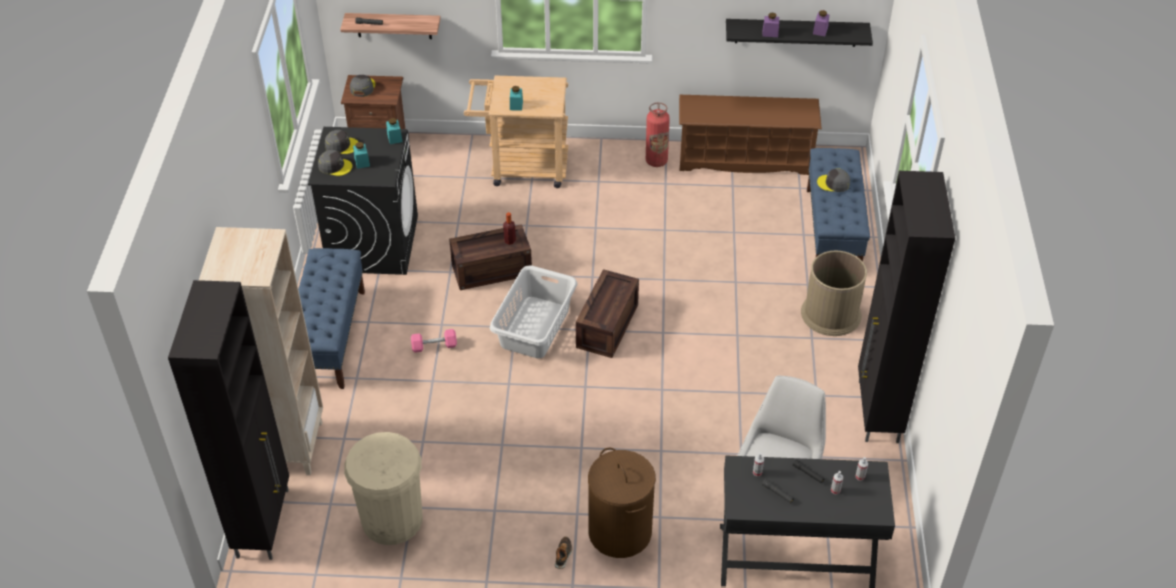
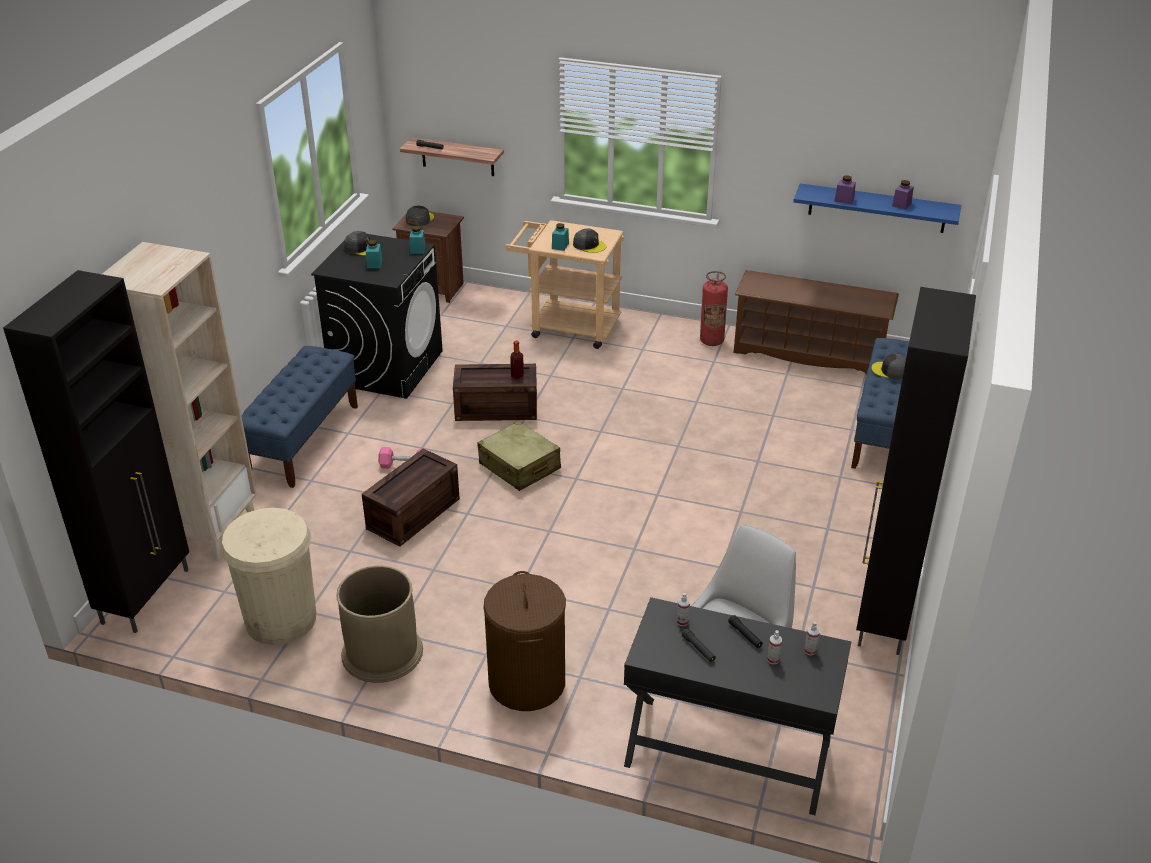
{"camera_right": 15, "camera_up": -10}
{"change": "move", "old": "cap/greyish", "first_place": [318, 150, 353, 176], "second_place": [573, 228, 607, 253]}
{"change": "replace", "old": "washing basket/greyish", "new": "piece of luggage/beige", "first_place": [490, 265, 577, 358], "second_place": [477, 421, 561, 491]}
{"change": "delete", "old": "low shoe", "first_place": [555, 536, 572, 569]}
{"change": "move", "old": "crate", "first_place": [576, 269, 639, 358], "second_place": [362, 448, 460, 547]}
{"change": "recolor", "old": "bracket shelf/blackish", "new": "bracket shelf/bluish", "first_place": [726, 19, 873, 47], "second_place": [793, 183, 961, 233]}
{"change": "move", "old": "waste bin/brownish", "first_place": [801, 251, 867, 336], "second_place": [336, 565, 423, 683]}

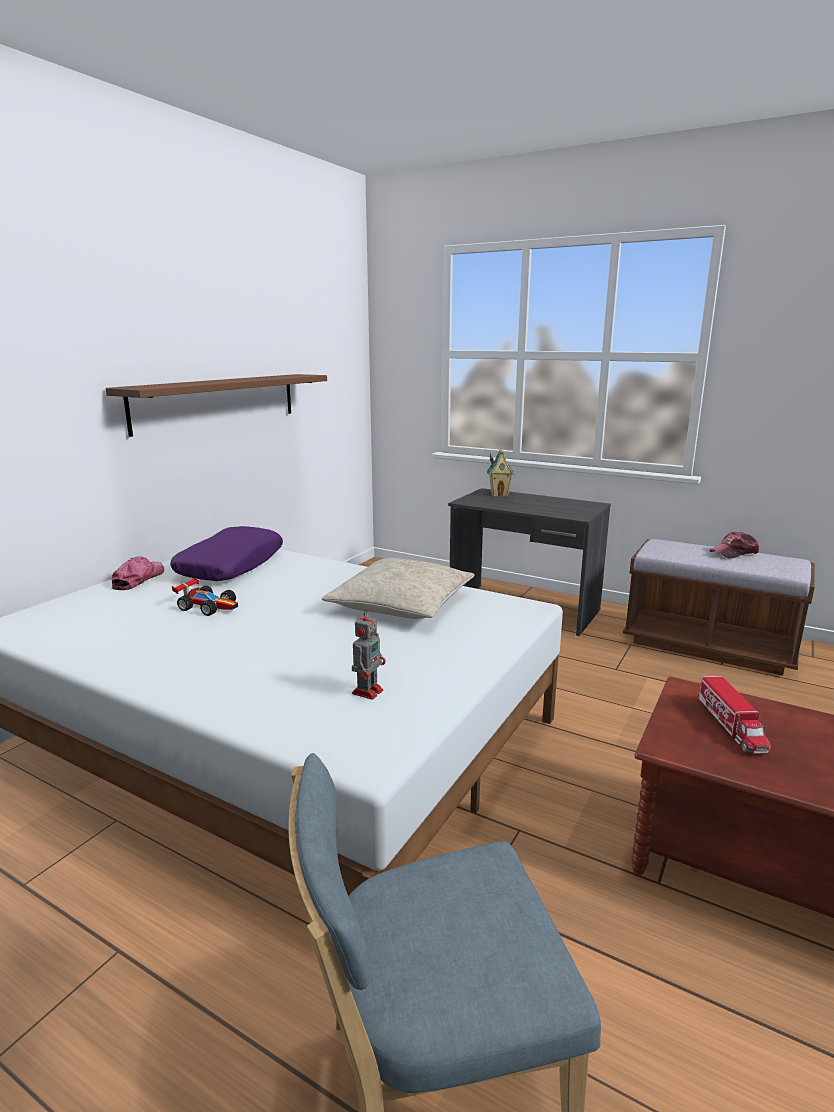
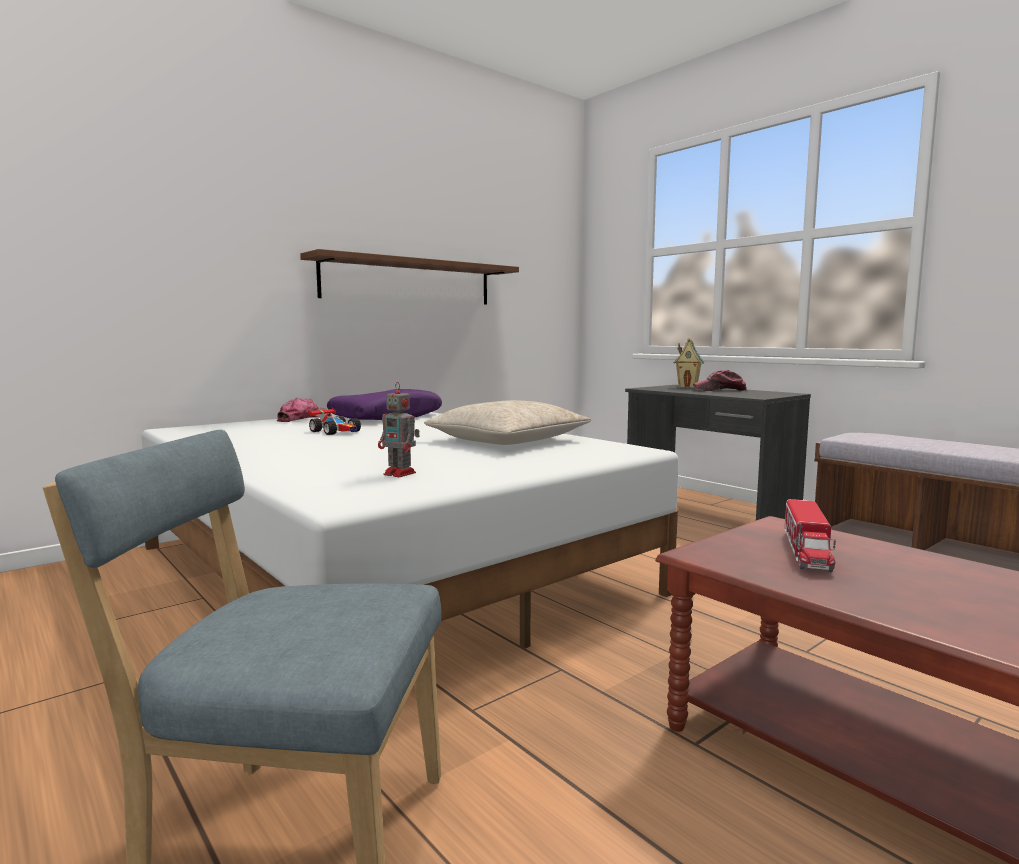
{"camera_right": 20, "camera_up": -10}
{"change": "rotate", "old": "toy robot", "first_place": [352, 609, 386, 700], "second_place": [378, 382, 420, 477], "degrees": 75}
{"change": "move", "old": "cap", "first_place": [709, 532, 759, 559], "second_place": [693, 370, 747, 391]}

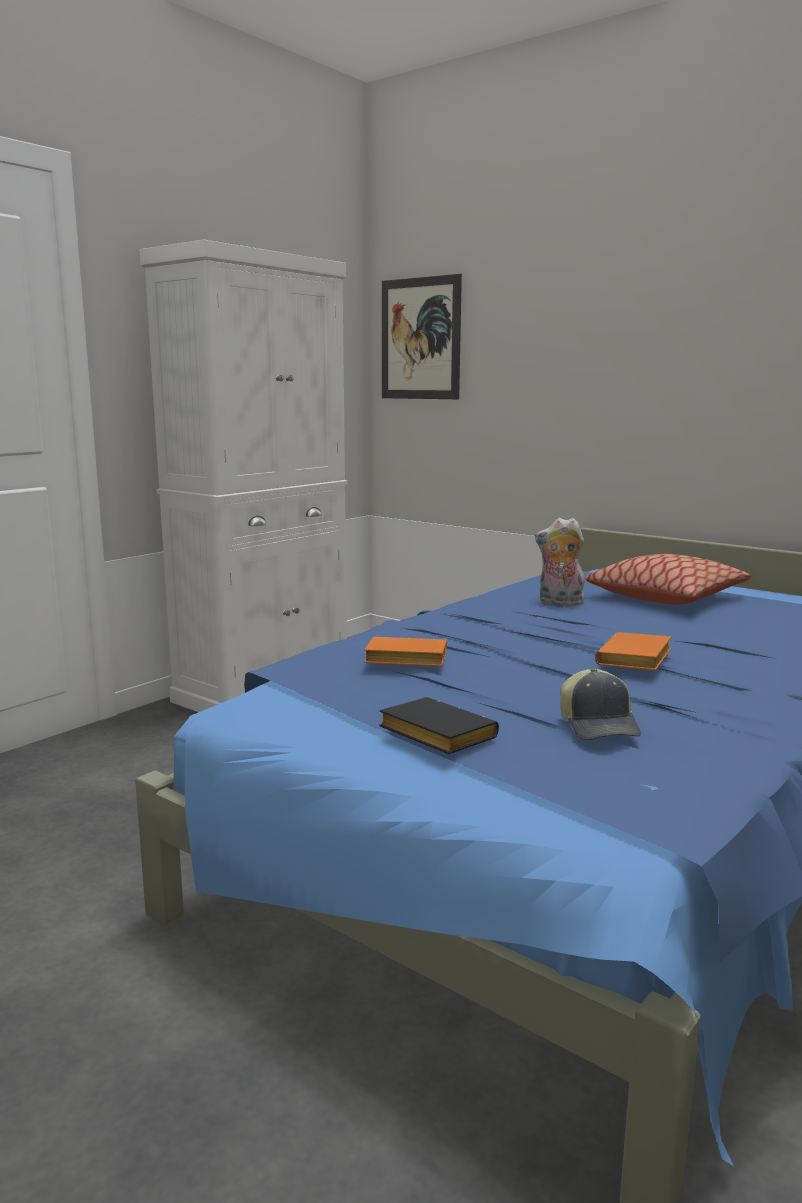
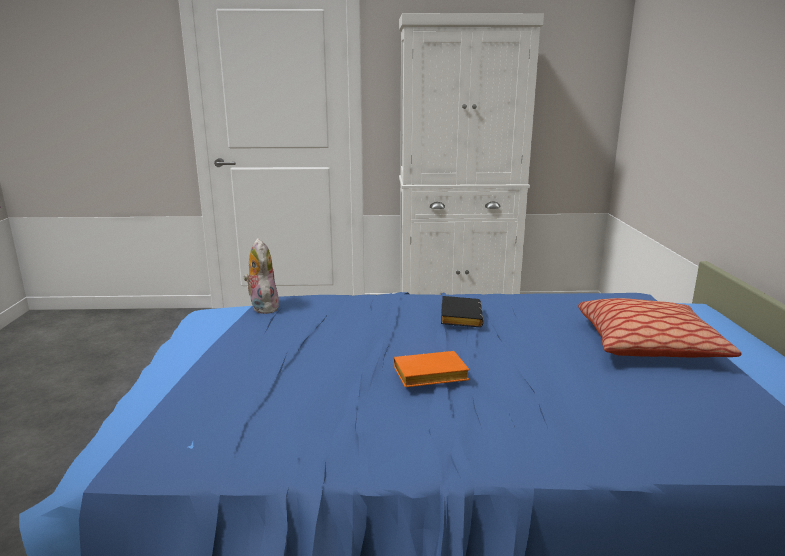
{"camera_right": 50, "camera_up": 5}
{"change": "delete", "old": "bound book/orangey", "first_place": [364, 637, 447, 666]}
{"change": "move", "old": "bound book/blackish", "first_place": [379, 697, 499, 754], "second_place": [441, 296, 483, 327]}
{"change": "delete", "old": "picture", "first_place": [382, 274, 462, 399]}
{"change": "move", "old": "soft toy", "first_place": [535, 518, 585, 606], "second_place": [244, 238, 279, 314]}
{"change": "delete", "old": "cap", "first_place": [560, 668, 641, 740]}

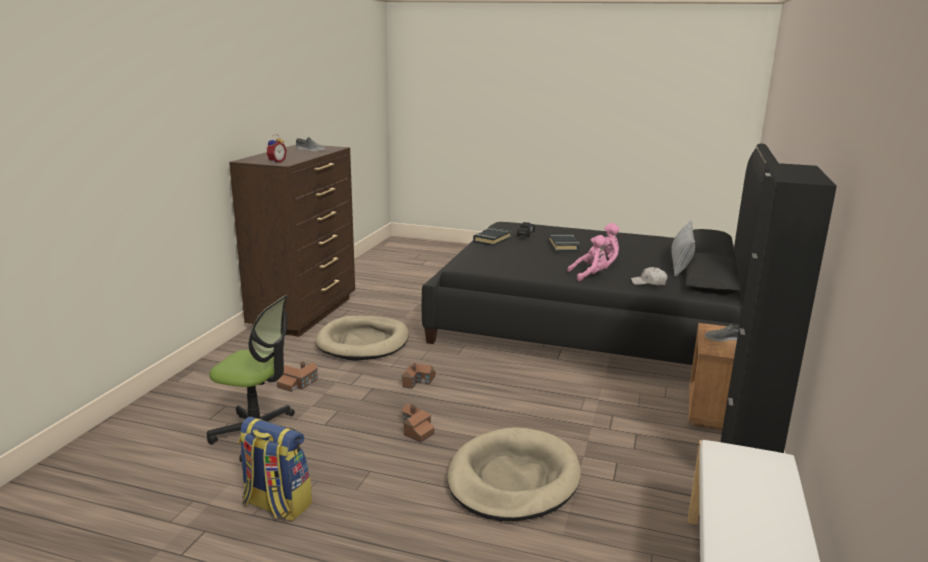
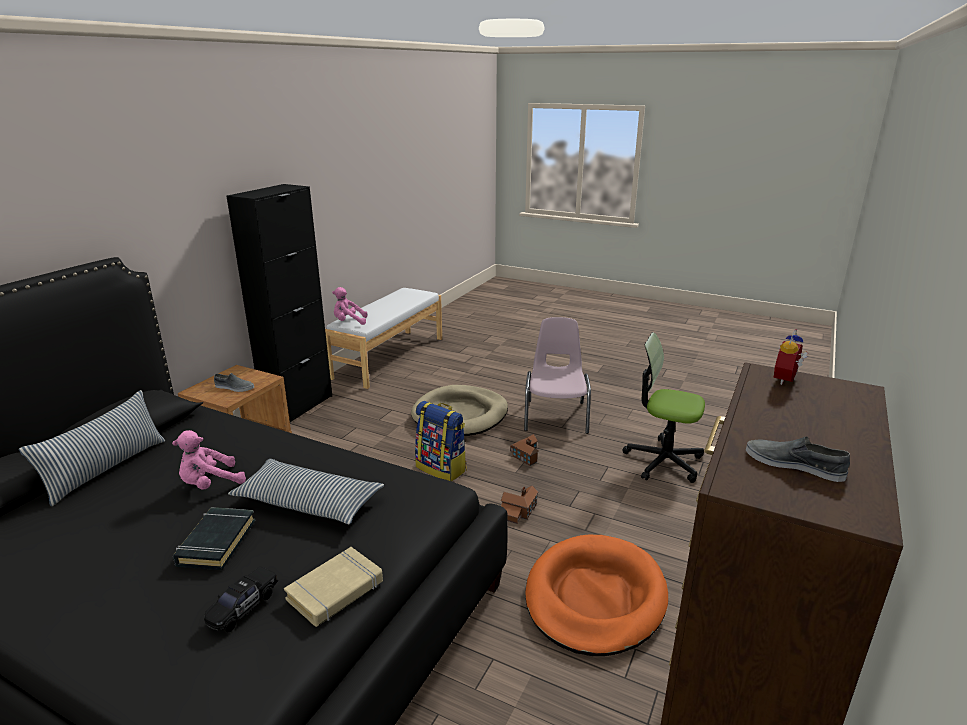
{"camera_right": -170, "camera_up": 5}
{"change": "move", "old": "backpack", "first_place": [239, 417, 312, 521], "second_place": [415, 401, 467, 482]}
{"change": "delete", "old": "model house", "first_place": [277, 361, 318, 392]}
{"change": "recolor", "old": "dog bed/beige", "new": "dog bed/orangey", "first_place": [315, 316, 409, 361], "second_place": [525, 535, 668, 656]}
{"change": "recolor", "old": "bound book/blackish", "new": "bound book/beige", "first_place": [473, 228, 511, 246], "second_place": [284, 547, 383, 627]}
{"change": "move", "old": "soft toy/pinkish", "first_place": [567, 235, 609, 281], "second_place": [332, 287, 367, 325]}
{"change": "delete", "old": "cap/white-coloured", "first_place": [631, 267, 667, 285]}
{"change": "insert", "new": "pillow", "second_place": [228, 459, 384, 524]}
{"change": "insert", "new": "chair/pinkish", "second_place": [524, 317, 591, 434]}

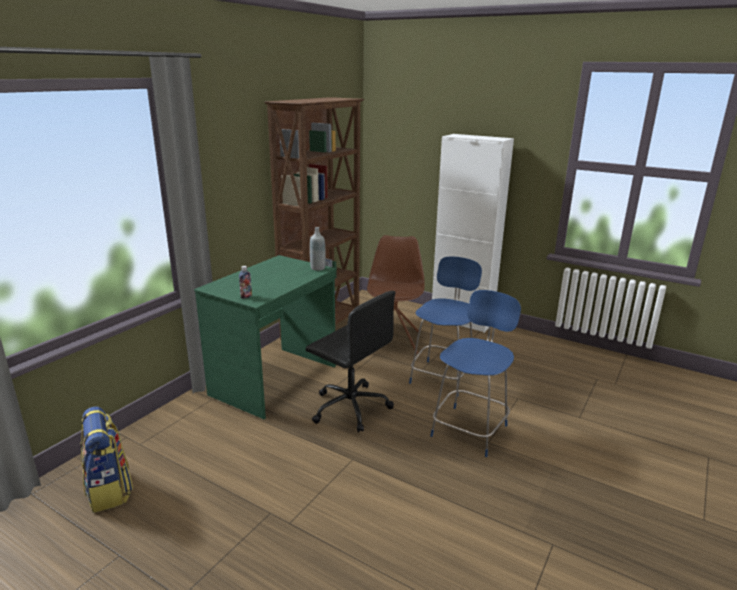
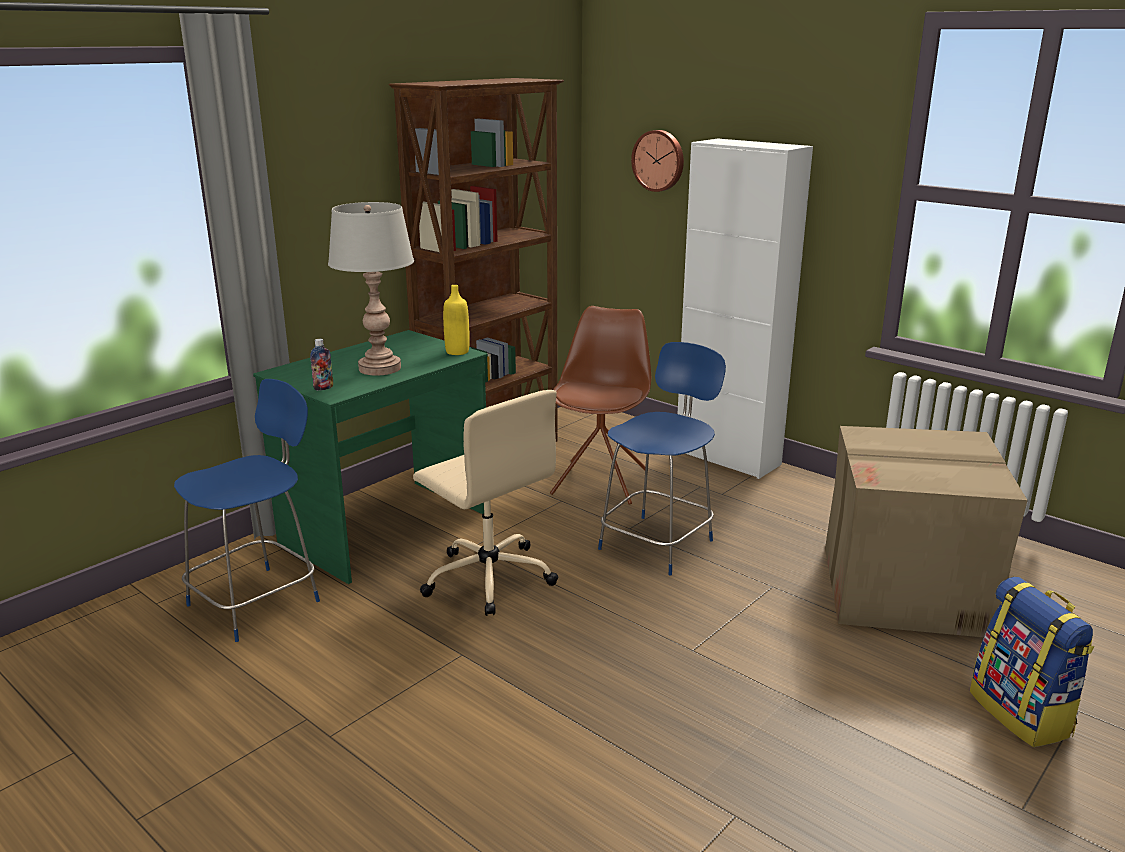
{"camera_right": 10, "camera_up": 0}
{"change": "move", "old": "backpack", "first_place": [81, 407, 133, 513], "second_place": [970, 577, 1095, 747]}
{"change": "recolor", "old": "computer chair/blackish", "new": "computer chair/beige", "first_place": [306, 291, 395, 432], "second_place": [413, 390, 558, 616]}
{"change": "recolor", "old": "drink bottle/greyish", "new": "drink bottle/yellowish", "first_place": [310, 227, 326, 271], "second_place": [443, 285, 470, 355]}
{"change": "move", "old": "chair/bluish", "first_place": [430, 290, 521, 457], "second_place": [174, 379, 320, 642]}
{"change": "insert", "new": "lamp for a table/greyish", "second_place": [328, 202, 414, 376]}
{"change": "insert", "new": "clock on the wall", "second_place": [631, 130, 684, 192]}
{"change": "insert", "new": "carton", "second_place": [825, 426, 1028, 637]}

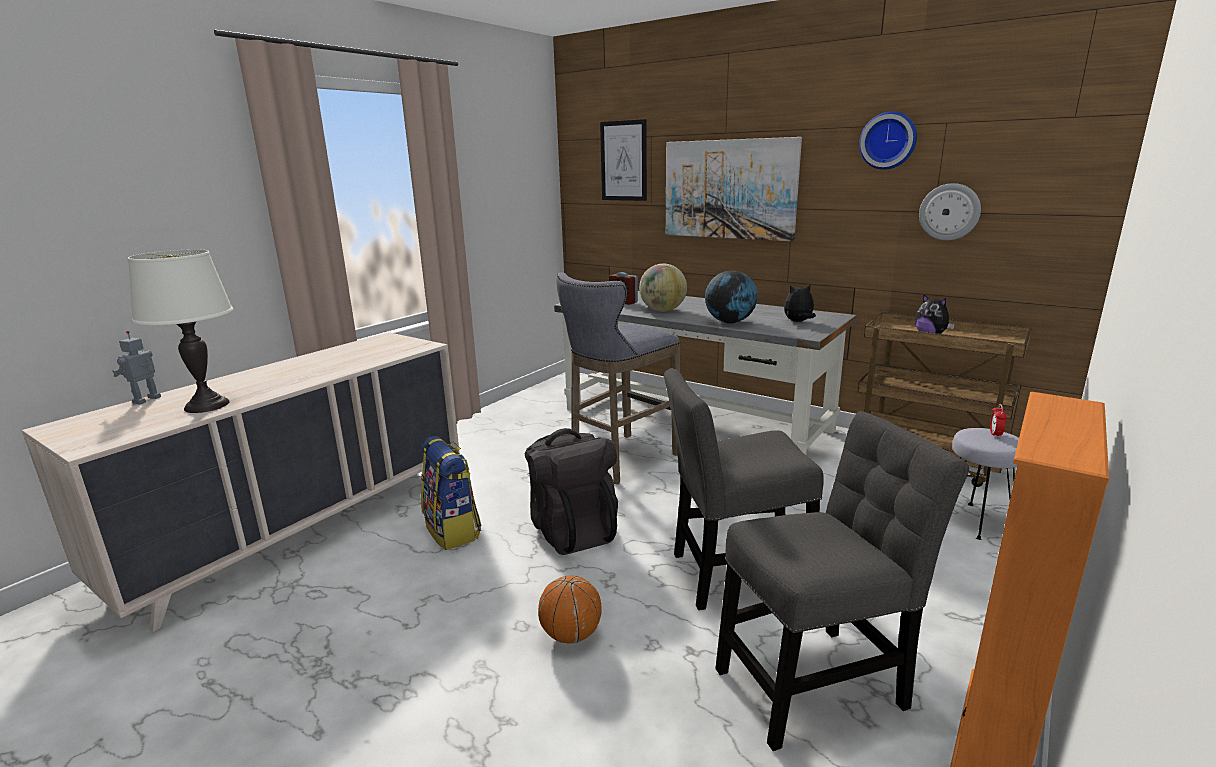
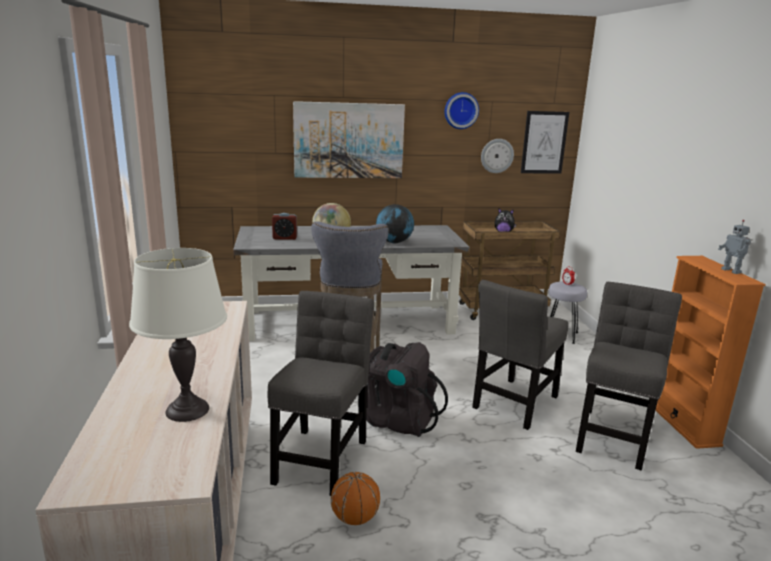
{"camera_right": -45, "camera_up": 0}
{"change": "move", "old": "toy robot", "first_place": [112, 331, 161, 404], "second_place": [718, 220, 751, 274]}
{"change": "replace", "old": "backpack", "new": "chair/greyish", "first_place": [421, 436, 481, 550], "second_place": [267, 291, 374, 496]}
{"change": "move", "old": "basketball ball", "first_place": [538, 576, 602, 643], "second_place": [331, 472, 380, 525]}
{"change": "move", "old": "picture", "first_place": [600, 119, 647, 201], "second_place": [521, 111, 569, 174]}
{"change": "delete", "old": "soft toy", "first_place": [784, 284, 816, 322]}

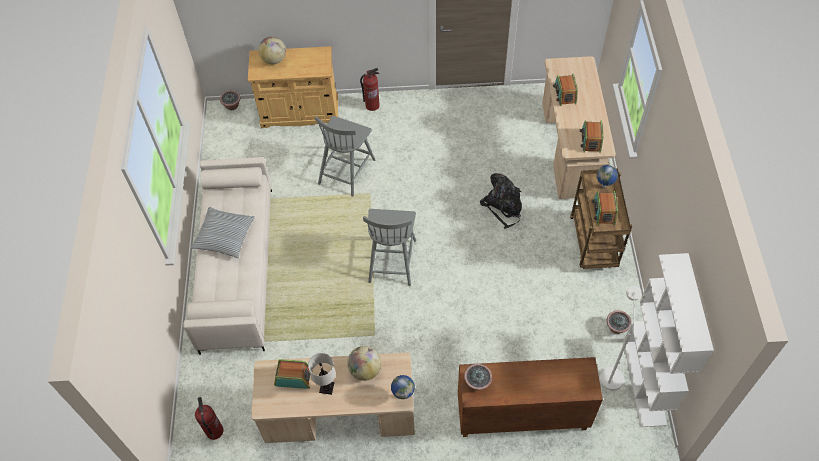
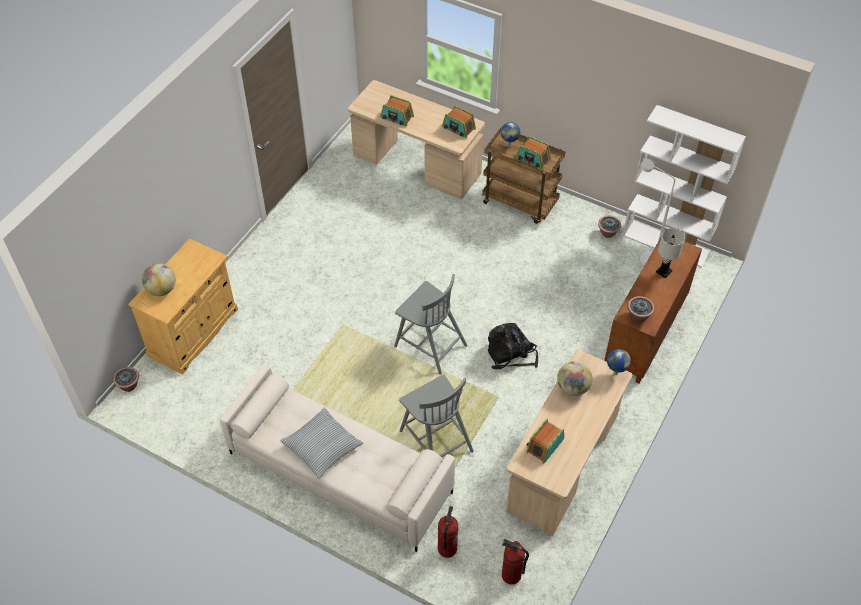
{"camera_right": -60, "camera_up": -5}
{"change": "move", "old": "lamp for a table/white-coloured", "first_place": [308, 353, 336, 395], "second_place": [656, 228, 685, 278]}
{"change": "move", "old": "chair/greyish", "first_place": [315, 116, 375, 197], "second_place": [399, 374, 474, 457]}
{"change": "move", "old": "extinguisher", "first_place": [360, 68, 380, 111], "second_place": [438, 506, 458, 558]}
{"change": "move", "old": "backpack/blackish", "first_place": [480, 173, 522, 229], "second_place": [488, 323, 538, 369]}

